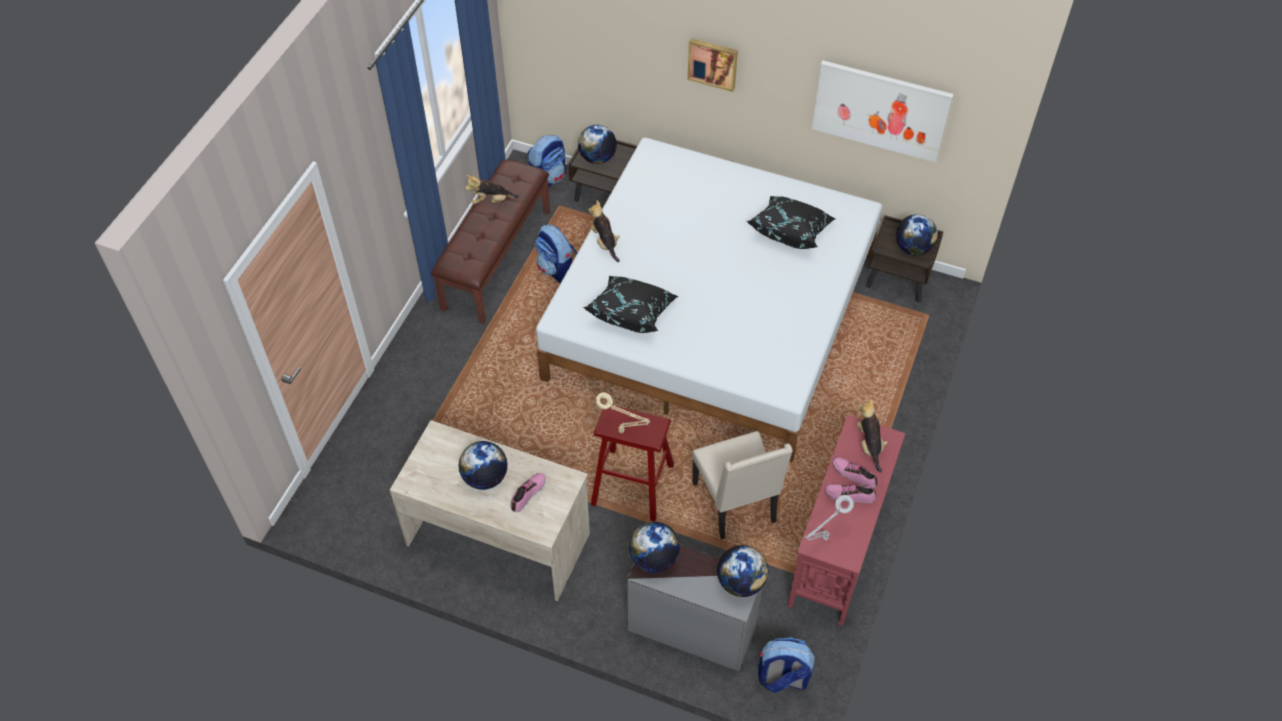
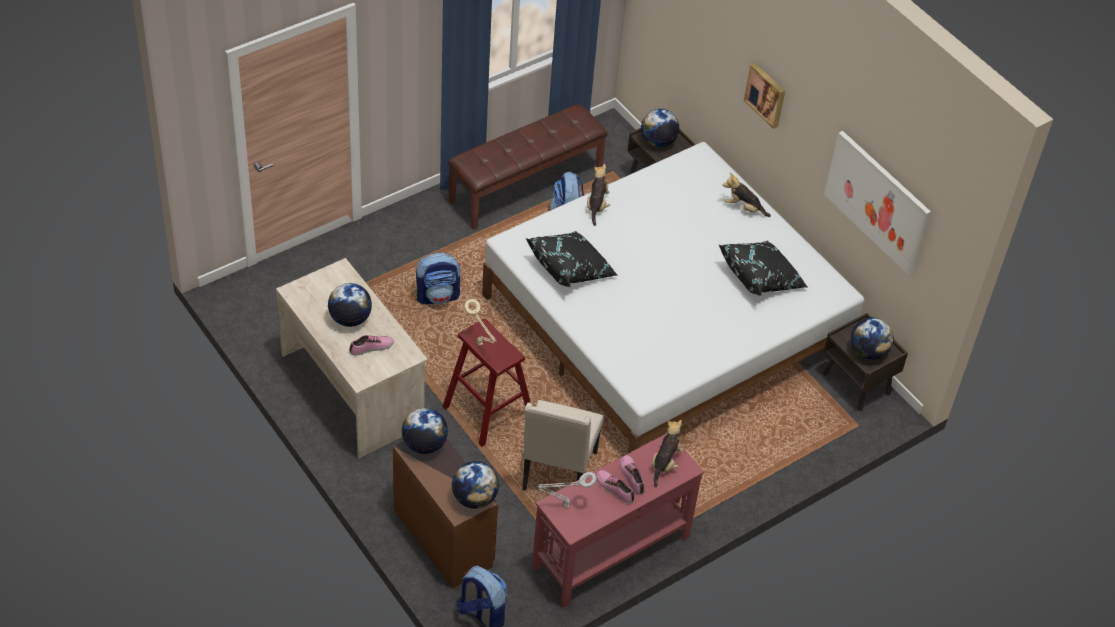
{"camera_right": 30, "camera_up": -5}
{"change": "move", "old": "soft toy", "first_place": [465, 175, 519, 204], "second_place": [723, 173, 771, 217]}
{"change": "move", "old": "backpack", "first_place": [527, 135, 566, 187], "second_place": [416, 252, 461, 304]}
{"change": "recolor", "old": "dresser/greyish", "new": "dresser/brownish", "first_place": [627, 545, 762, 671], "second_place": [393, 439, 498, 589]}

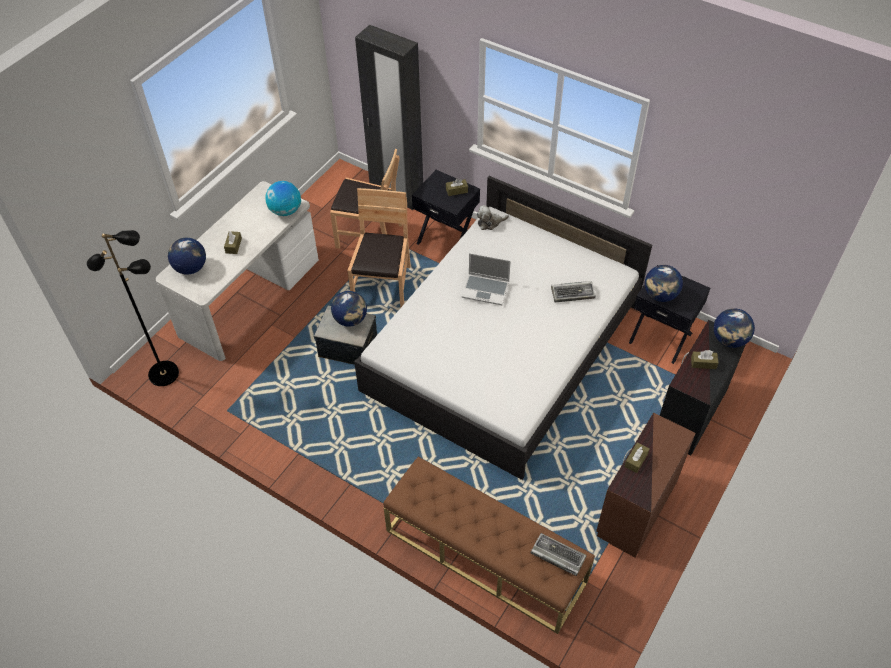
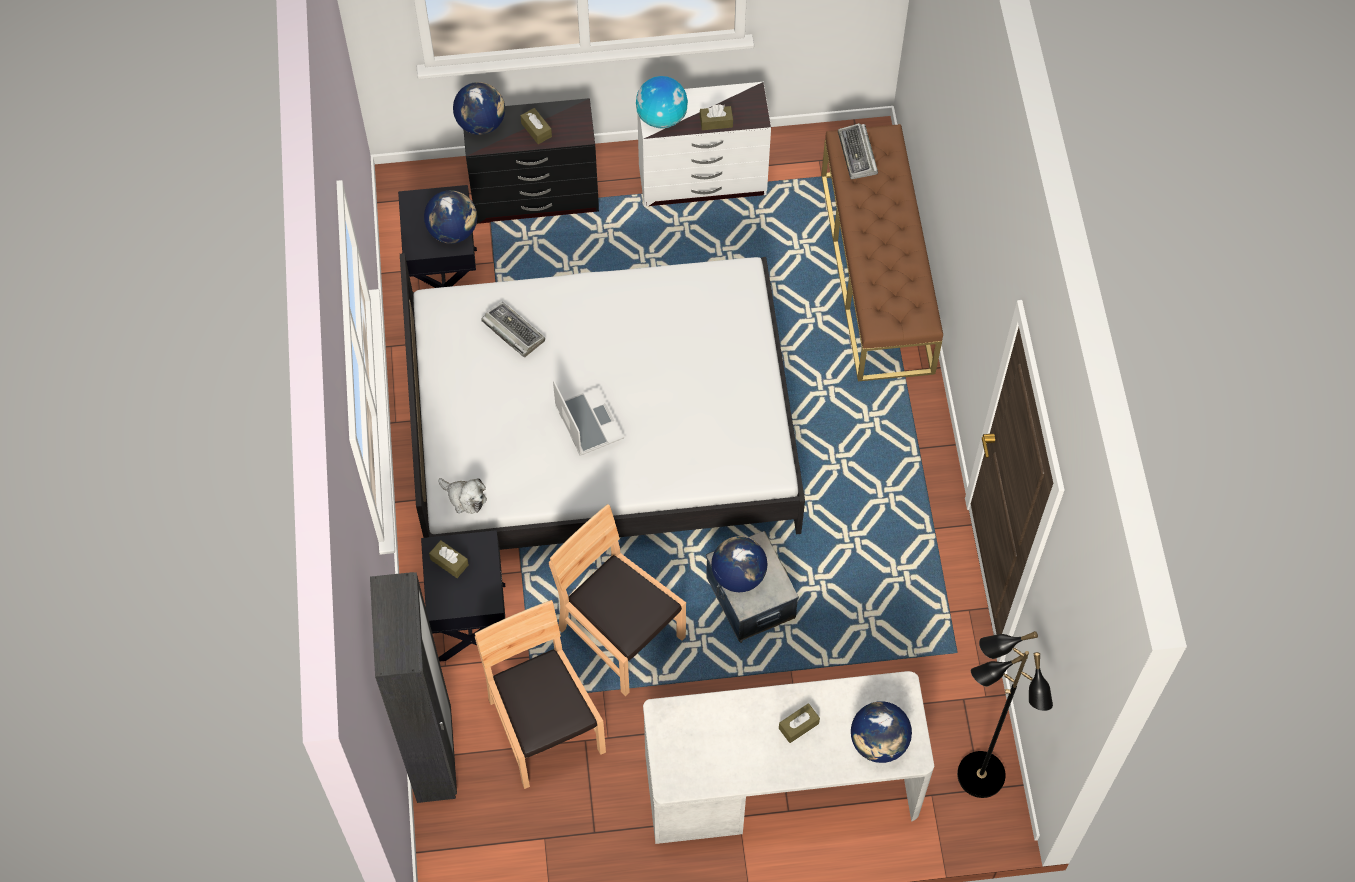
{"camera_right": -130, "camera_up": 10}
{"change": "move", "old": "world globe", "first_place": [266, 181, 301, 216], "second_place": [636, 76, 688, 129]}
{"change": "rotate", "old": "chair/brownish", "first_place": [347, 188, 411, 308], "second_place": [549, 504, 686, 696], "degrees": 75}
{"change": "recolor", "old": "dresser/brownish", "new": "dresser/white-coloured", "first_place": [596, 412, 696, 557], "second_place": [637, 82, 771, 207]}

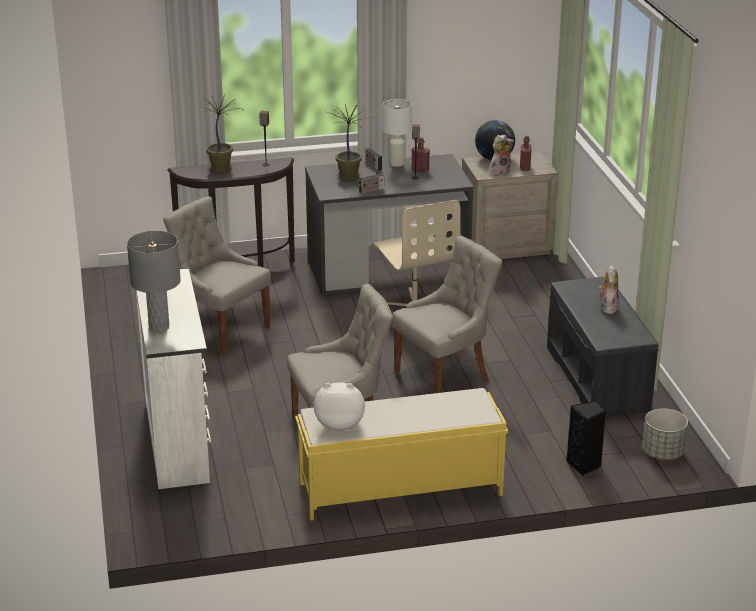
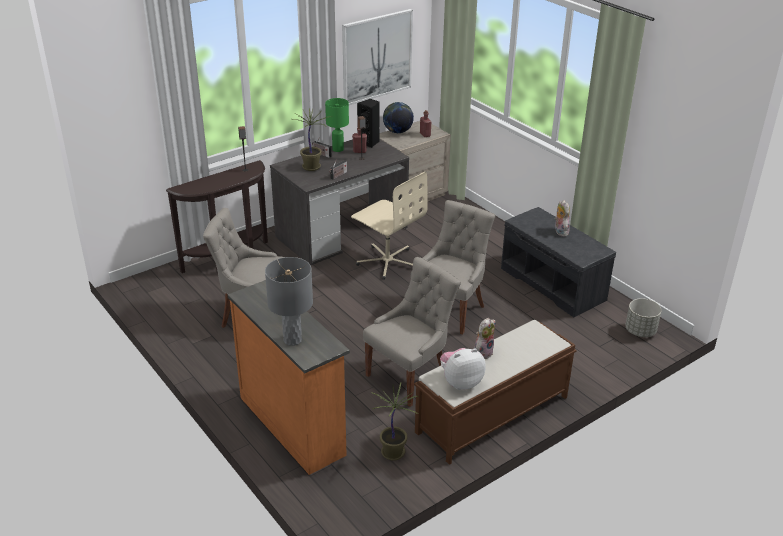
{"camera_right": -25, "camera_up": 5}
{"change": "recolor", "old": "dresser/white-coloured", "new": "dresser/orangey", "first_place": [136, 269, 211, 489], "second_place": [228, 280, 350, 475]}
{"change": "move", "old": "plant in a pot", "first_place": [194, 95, 244, 173], "second_place": [371, 383, 419, 461]}
{"change": "recolor", "old": "bench/yellowish", "new": "bench/brownish", "first_place": [295, 388, 508, 521], "second_place": [414, 320, 577, 465]}
{"change": "recolor", "old": "lamp for a table/white-coloured", "new": "lamp for a table/green-coloured", "first_place": [383, 99, 412, 167], "second_place": [325, 98, 349, 152]}
{"change": "move", "old": "soft toy", "first_place": [490, 134, 514, 176], "second_place": [475, 318, 496, 359]}
{"change": "move", "old": "audio speaker/blackish", "first_place": [566, 401, 606, 476], "second_place": [357, 99, 380, 148]}
{"change": "insert", "new": "picture", "second_place": [342, 9, 413, 105]}

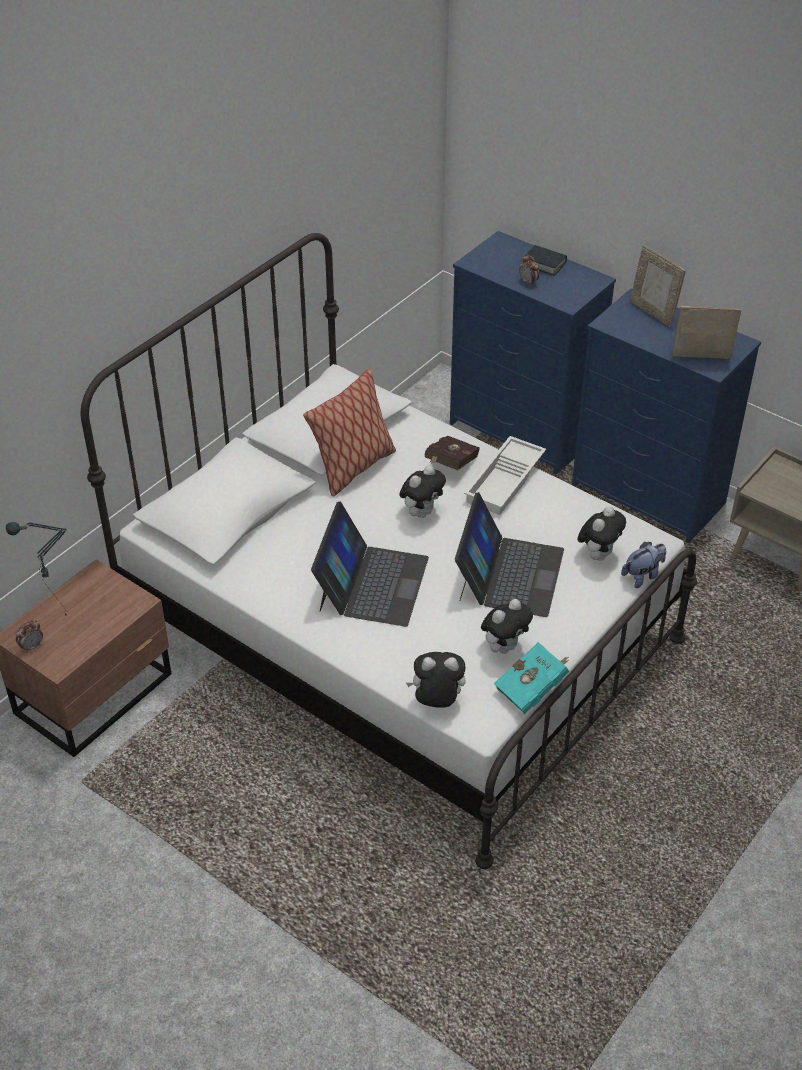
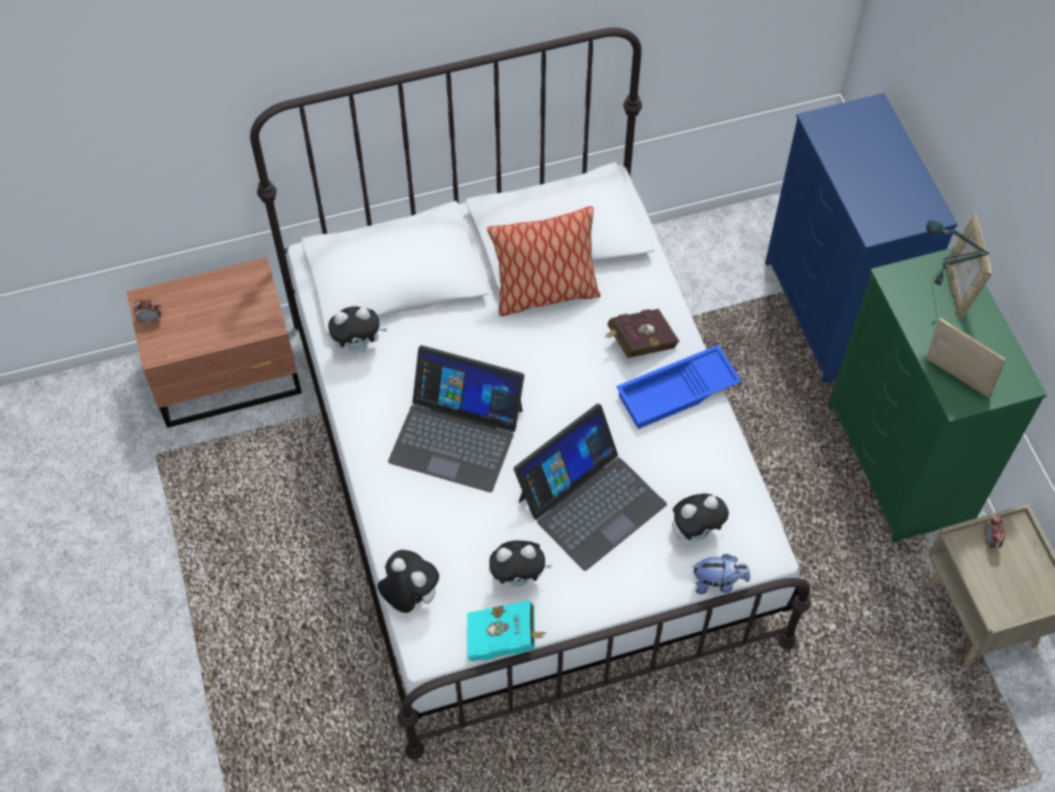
{"camera_right": 35, "camera_up": 15}
{"change": "move", "old": "lamp for a table", "first_place": [6, 522, 67, 616], "second_place": [926, 220, 990, 324]}
{"change": "rotate", "old": "portable computer", "first_place": [311, 501, 429, 627], "second_place": [388, 345, 524, 492], "degrees": 60}
{"change": "move", "old": "soft toy", "first_place": [399, 465, 446, 518], "second_place": [328, 306, 387, 353]}
{"change": "recolor", "old": "tray/white-coloured", "new": "tray/bluish", "first_place": [464, 436, 546, 515], "second_place": [616, 345, 742, 429]}
{"change": "move", "old": "table clock", "first_place": [519, 255, 539, 286], "second_place": [984, 515, 1005, 549]}
{"change": "delete", "old": "bound book", "first_place": [525, 245, 567, 276]}
{"change": "recolor", "old": "dresser/bluish", "new": "dresser/green-coloured", "first_place": [572, 289, 761, 543], "second_place": [828, 248, 1047, 542]}

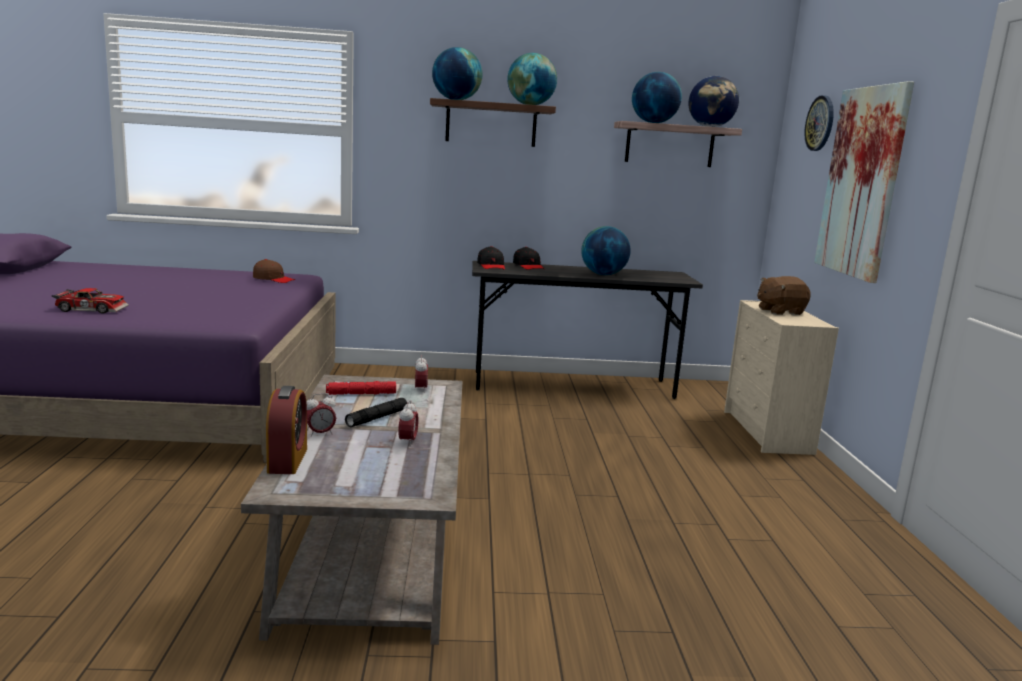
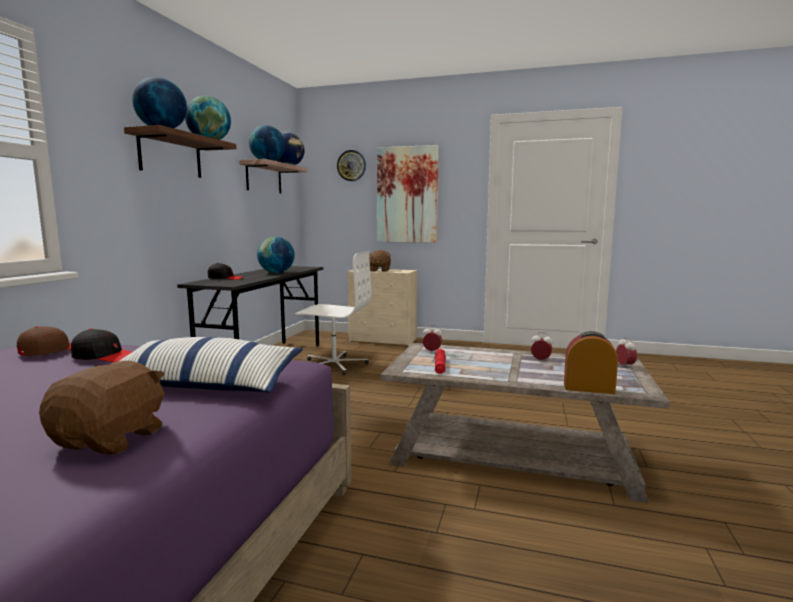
{"camera_right": -70, "camera_up": -5}
{"change": "replace", "old": "model car", "new": "soft toy/brownish", "first_place": [52, 288, 129, 314], "second_place": [39, 361, 165, 455]}
{"change": "move", "old": "table clock", "first_place": [306, 393, 336, 437], "second_place": [616, 336, 637, 369]}
{"change": "delete", "old": "torch/blackish", "first_place": [345, 398, 409, 427]}
{"change": "move", "old": "cap/blackish", "first_place": [477, 246, 505, 269], "second_place": [71, 328, 132, 362]}
{"change": "insert", "new": "pillow", "second_place": [118, 337, 303, 393]}
{"change": "insert", "new": "computer chair/white-coloured", "second_place": [294, 251, 371, 375]}

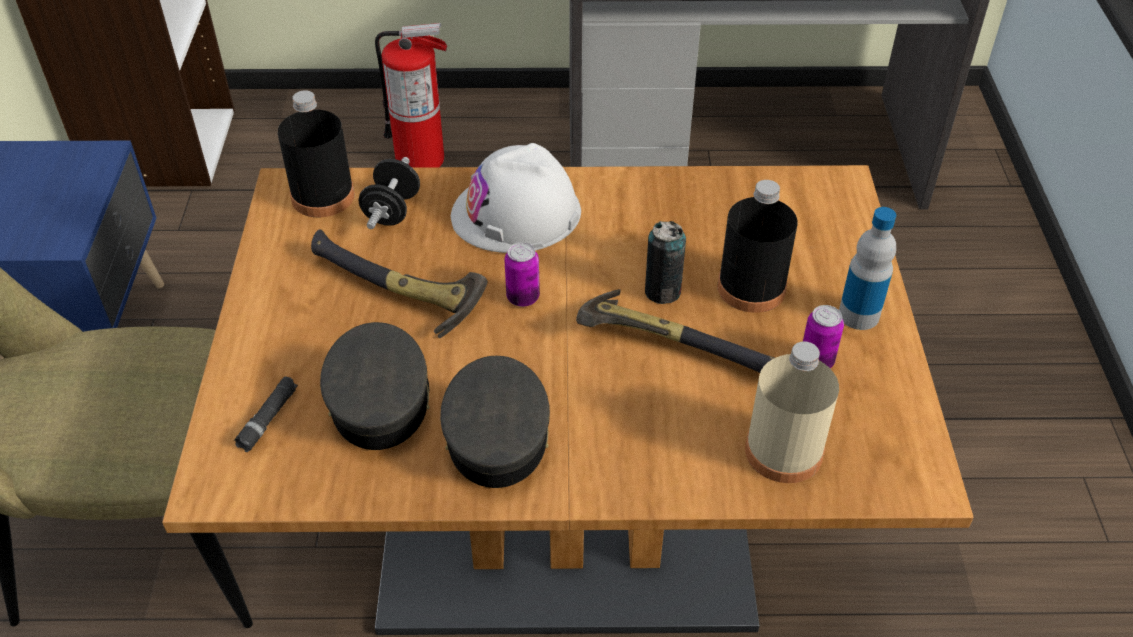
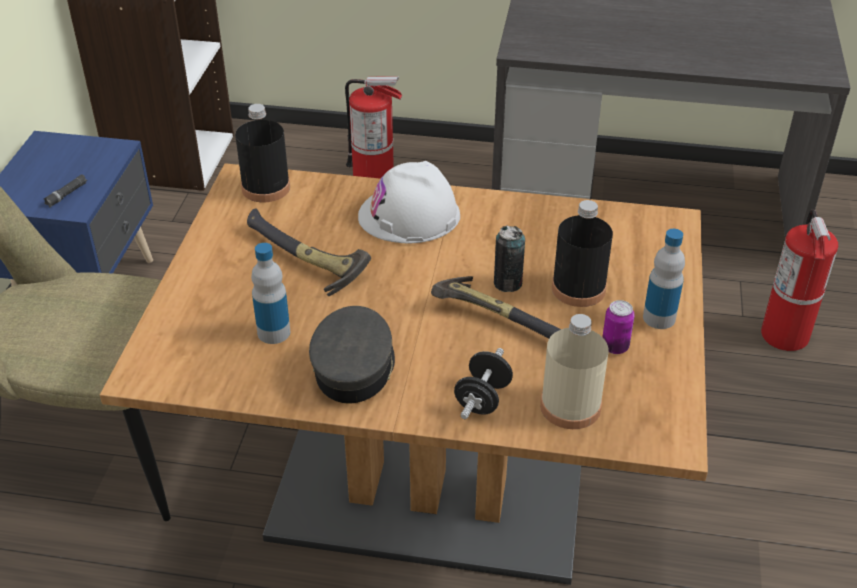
{"camera_right": 10, "camera_up": -5}
{"change": "move", "old": "torch/blackish", "first_place": [234, 376, 298, 452], "second_place": [43, 174, 87, 207]}
{"change": "replace", "old": "cap/greyish", "new": "drink bottle", "first_place": [320, 322, 429, 450], "second_place": [251, 243, 290, 344]}
{"change": "move", "old": "hand weight/blackish", "first_place": [359, 157, 420, 229], "second_place": [454, 348, 513, 419]}
{"change": "delete", "old": "can", "first_place": [504, 242, 540, 307]}
{"change": "insert", "new": "extinguisher", "second_place": [761, 209, 838, 351]}

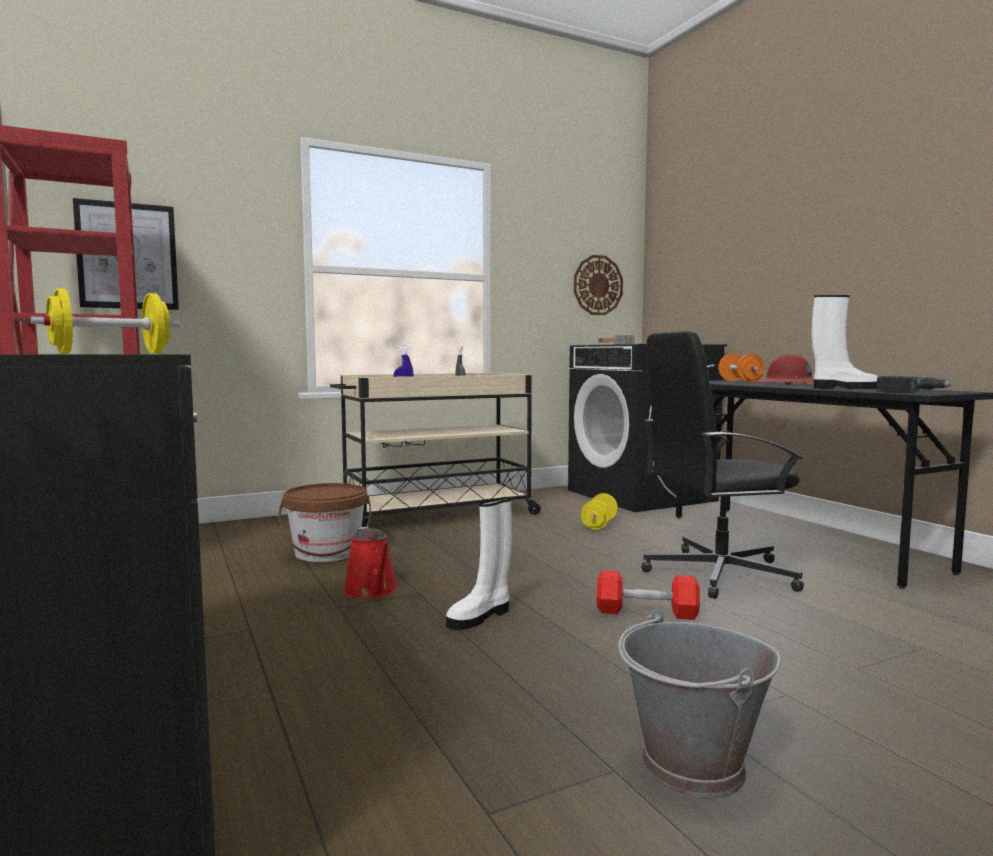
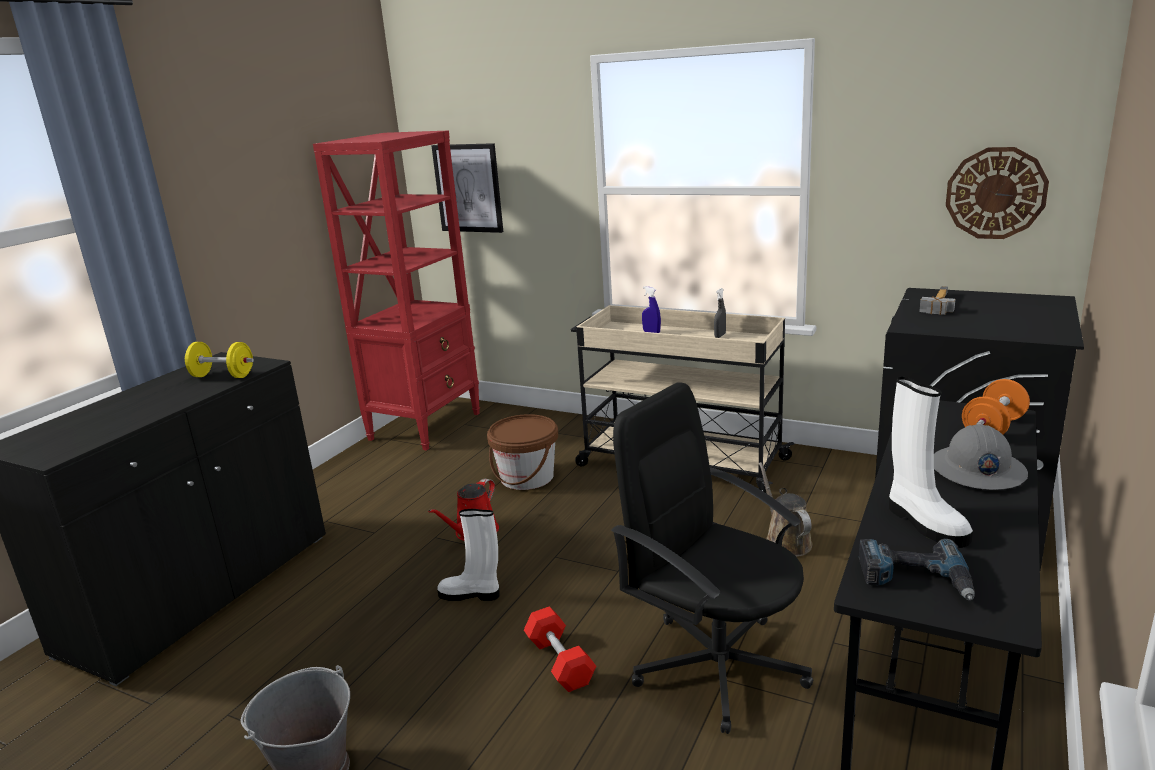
{"camera_right": 55, "camera_up": 15}
{"change": "replace", "old": "hand weight/yellowish", "new": "watering can/brownish", "first_place": [581, 493, 618, 530], "second_place": [759, 462, 813, 557]}
{"change": "recolor", "old": "hard hat/red-coloured", "new": "hard hat/greyish", "first_place": [756, 354, 814, 385], "second_place": [934, 424, 1028, 490]}

